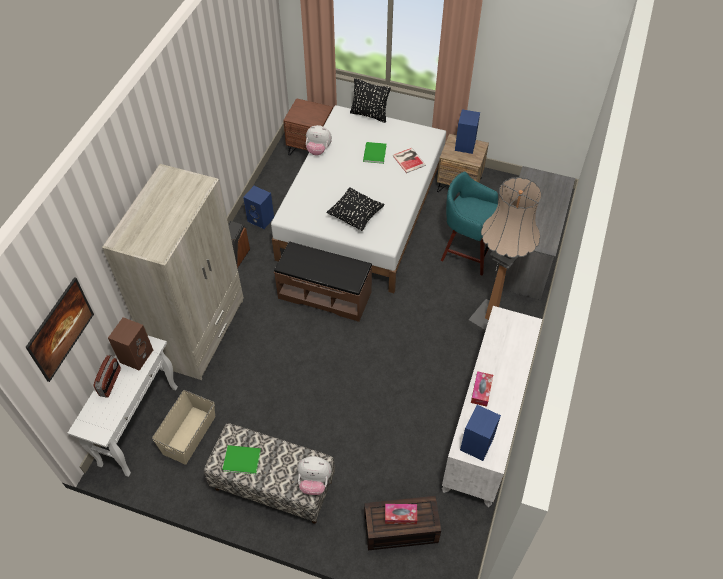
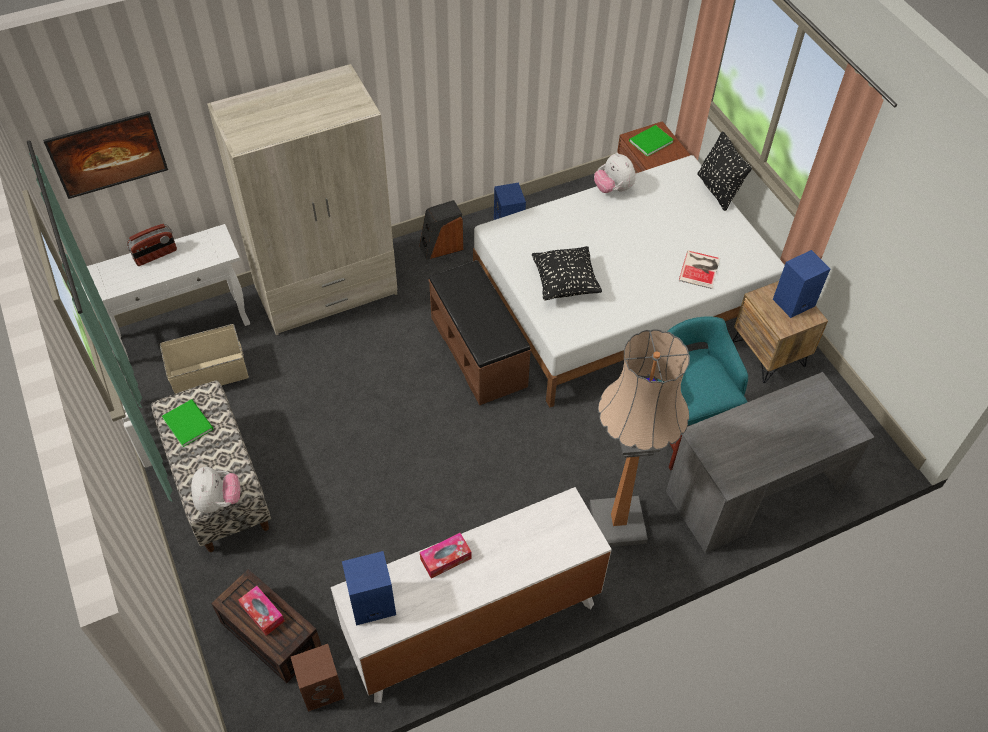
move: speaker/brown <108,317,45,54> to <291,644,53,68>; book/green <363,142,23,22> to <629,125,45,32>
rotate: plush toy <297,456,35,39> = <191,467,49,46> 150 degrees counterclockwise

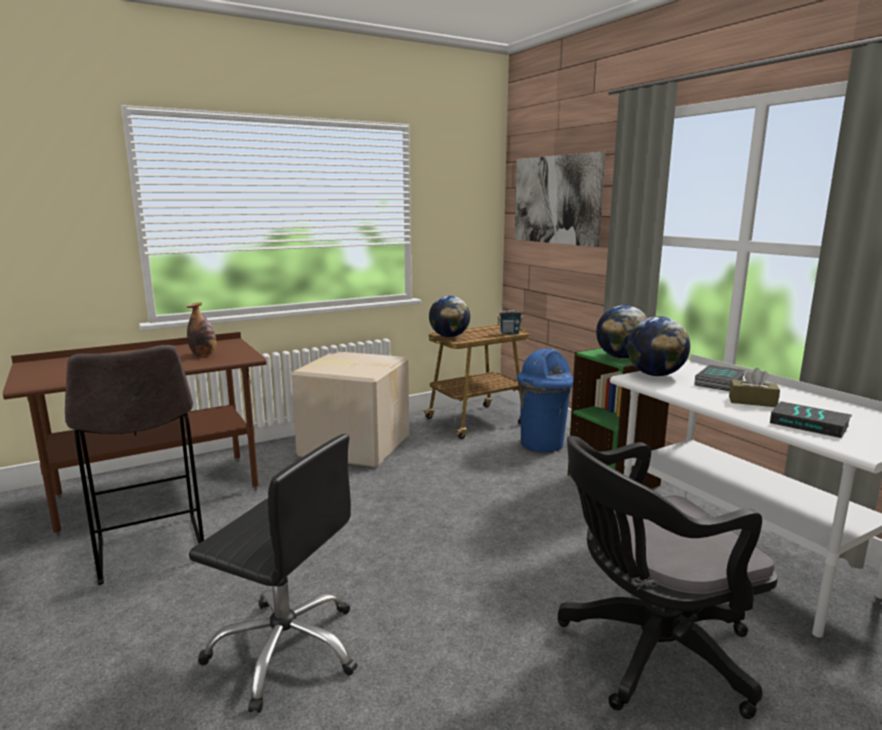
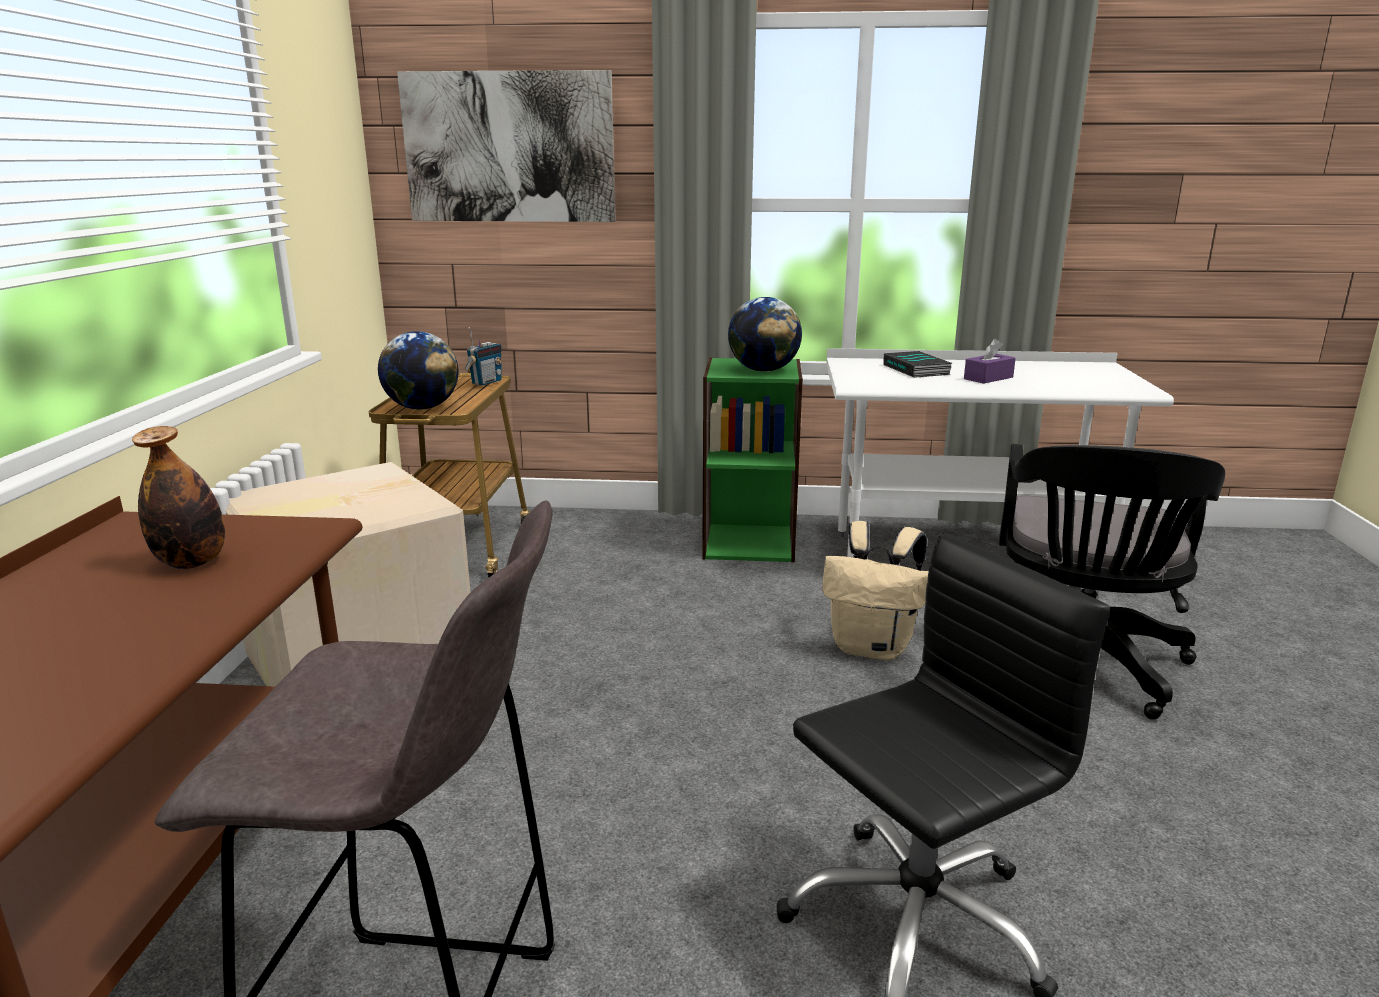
delete: trash can/blue <517,348,56,104>; globe <627,316,63,60>; book <770,401,82,37>
insert: backpack/beige <822,521,107,139>
recolor: tissue box/brown <729,368,51,39> to tissue box/purple <964,339,52,45>

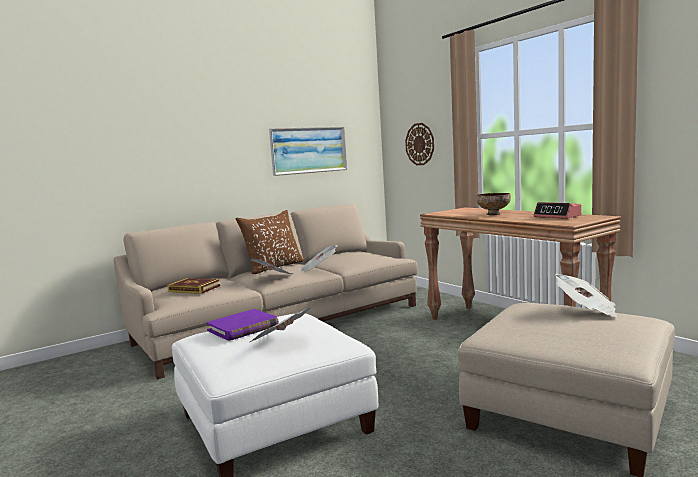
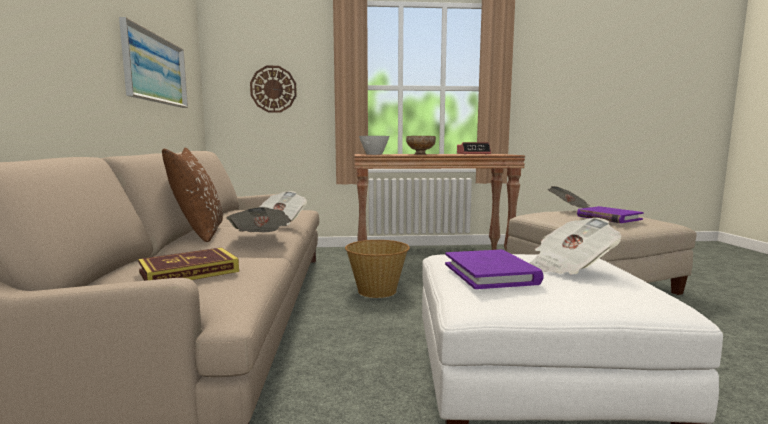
insert: basket <345,240,65,58>; bowl/white <359,136,30,19>; book/purple <577,206,67,17>

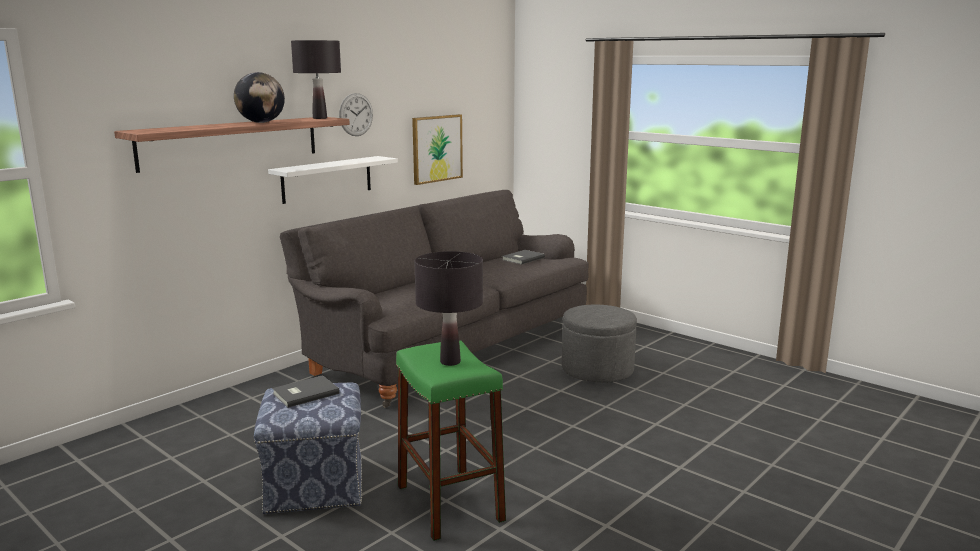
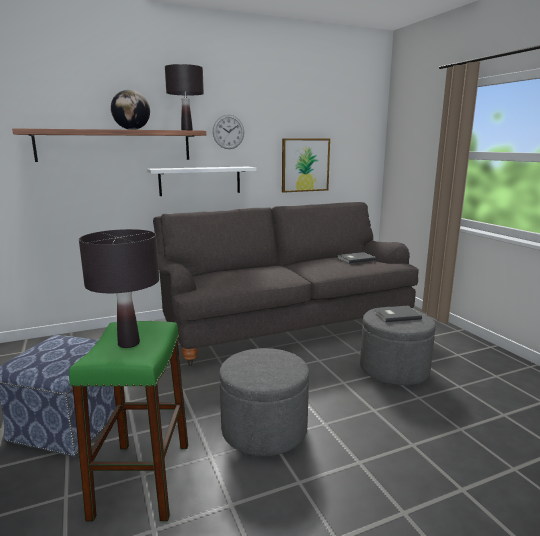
insert: ottoman/grey <219,348,90,108>
move: book/grey <272,375,68,33> to <374,306,48,16>

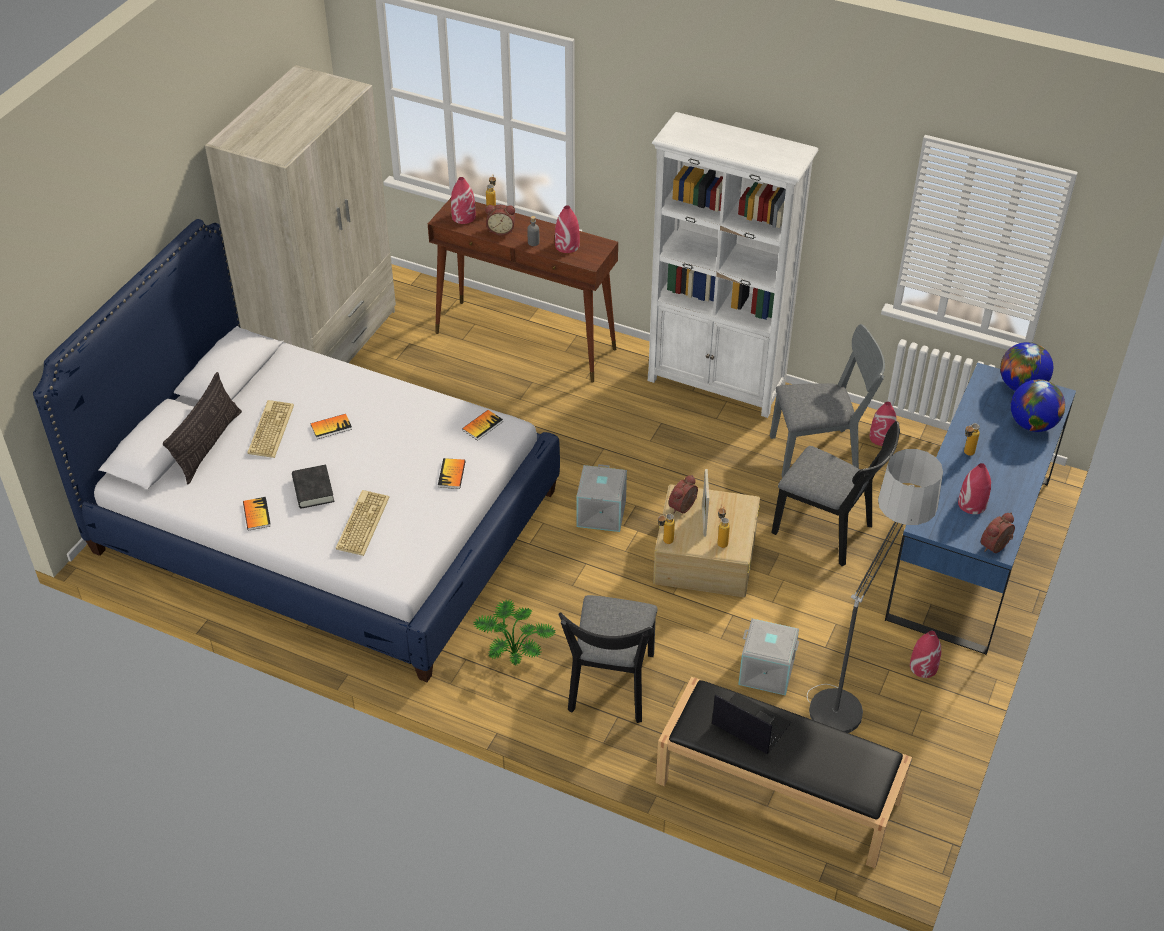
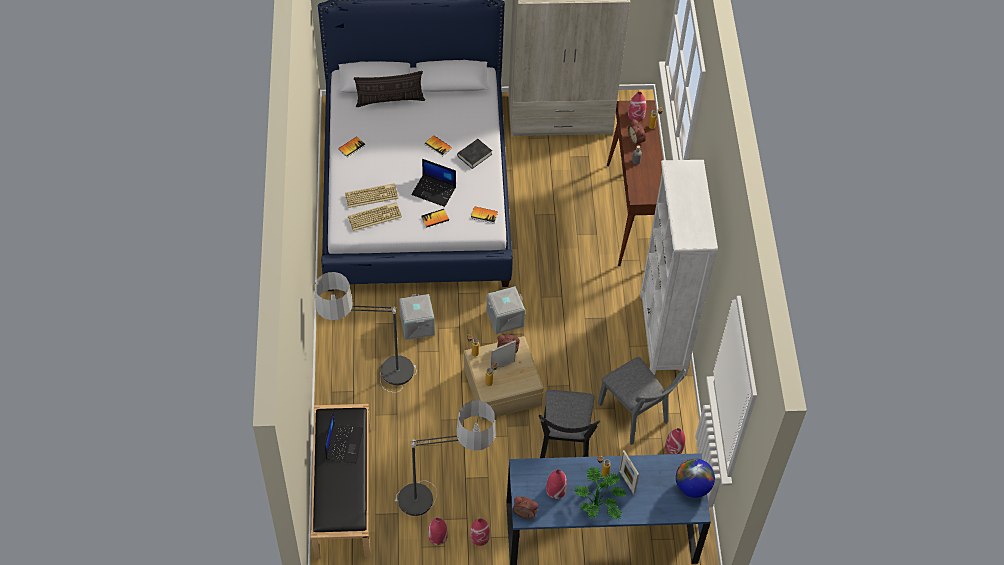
delete: globe <1011,379,54,53>
insert: laptop <411,159,45,48>; picture frame <619,450,20,44>
move: keyboard <247,400,47,58> to <348,202,54,29>; book/black <292,465,42,43> to <457,139,35,30>; potted plant <473,599,83,67> to <575,466,52,54>; vase/red <555,206,25,47> to <428,518,20,27>; storage box/grey <738,619,61,77> to <399,294,36,46>
replace: chair/black <558,595,100,128> to floor lamp <315,272,102,120>

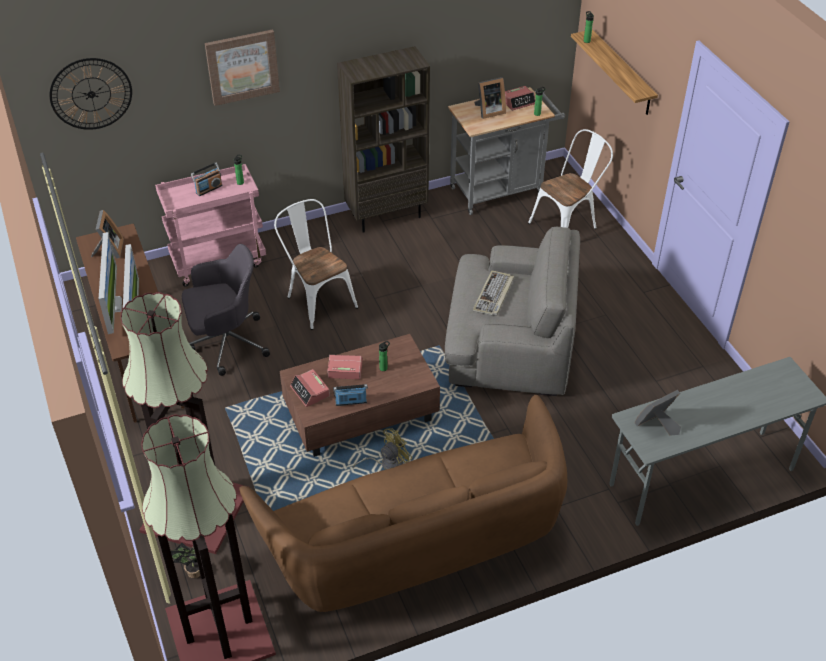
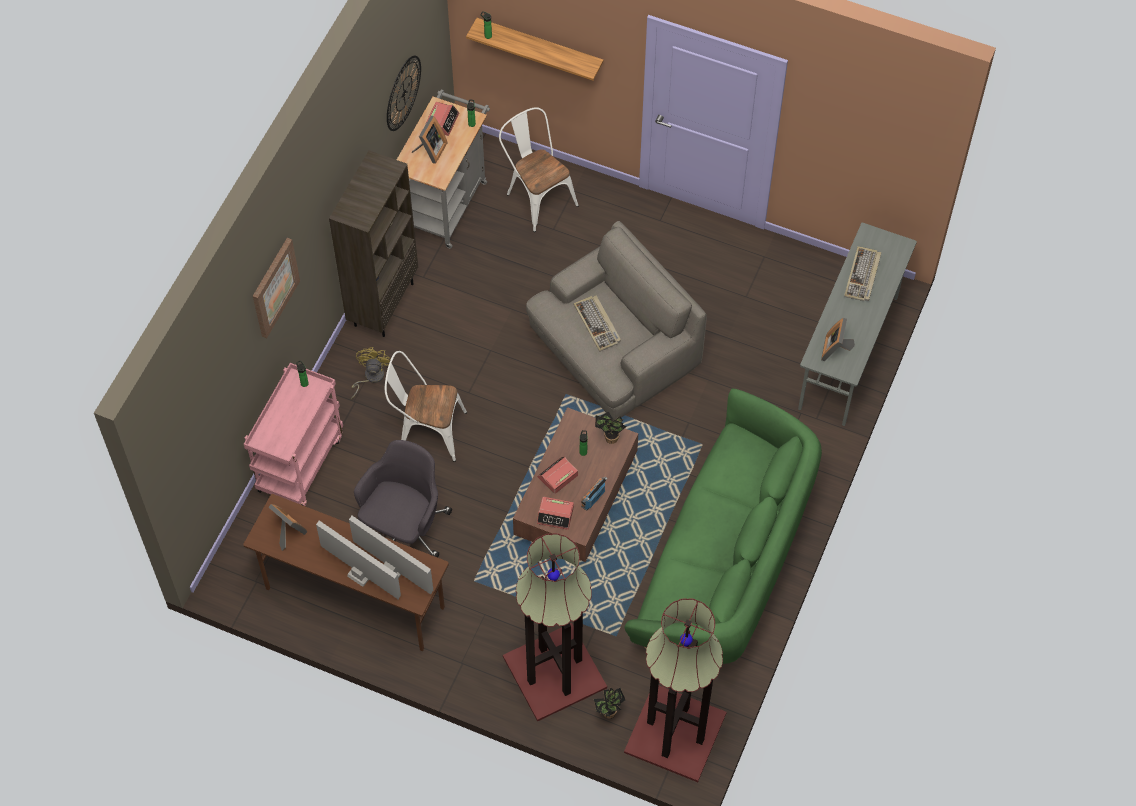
delete: radio <191,163,31,33>
insert: potted plant <595,411,32,33>; keyboard <844,246,38,55>
move: wall clock <50,58,82,72> to <387,56,34,75>; fan/yellow <353,428,59,42> to <351,347,40,52>
recolor: sofa/brown <239,395,328,217> to sofa/green <624,388,198,276>
rotate: chair/white <528,129,85,100> = <499,107,80,125> 45 degrees counterclockwise

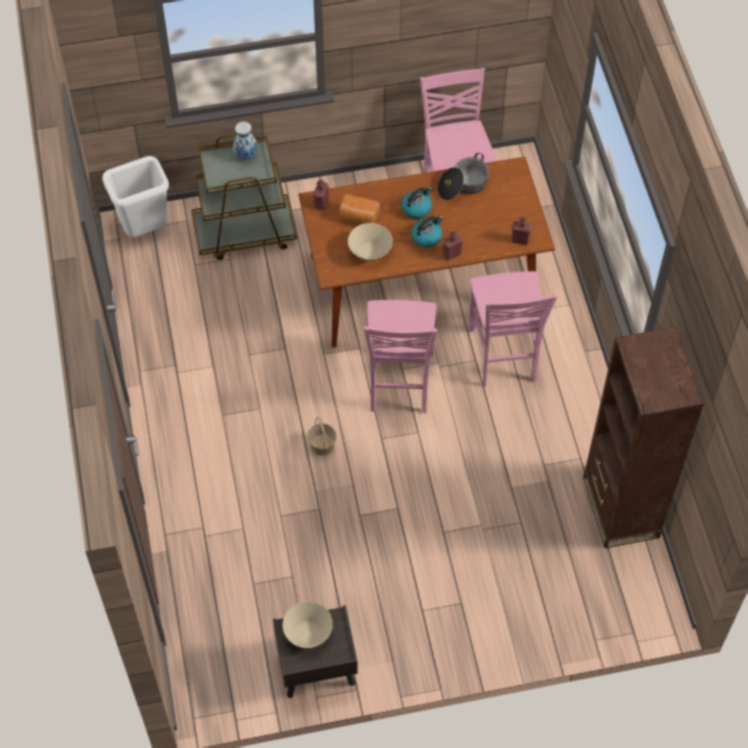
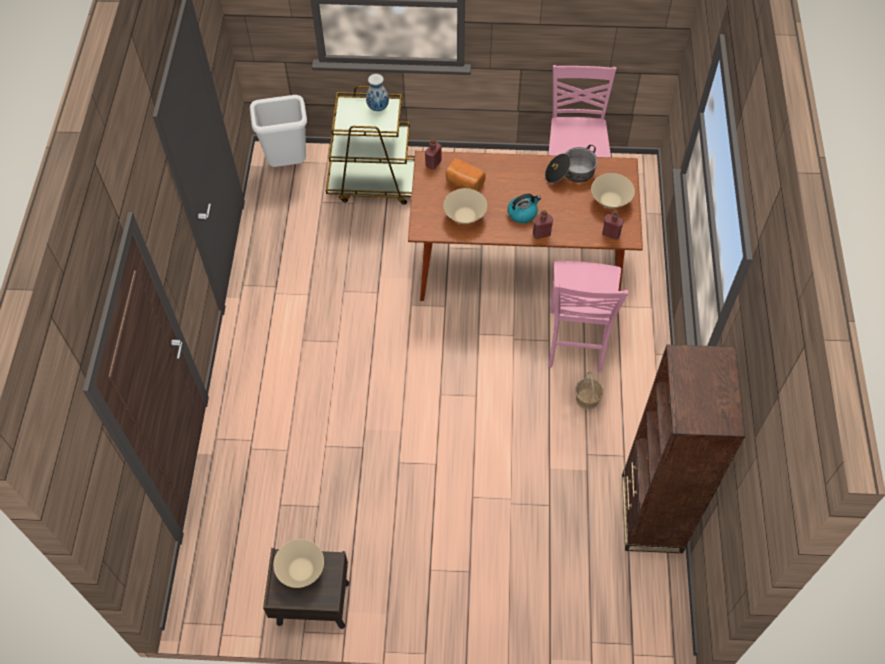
delete: chair/pink <364,300,73,113>; kettle <401,187,32,32>
insert: bowl/beige <591,173,44,36>
move: basket <307,417,30,39> to <575,372,29,38>

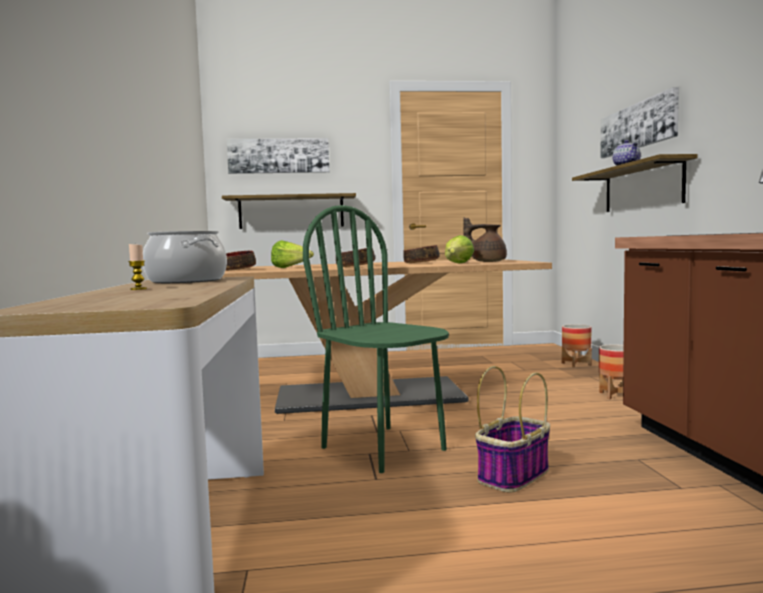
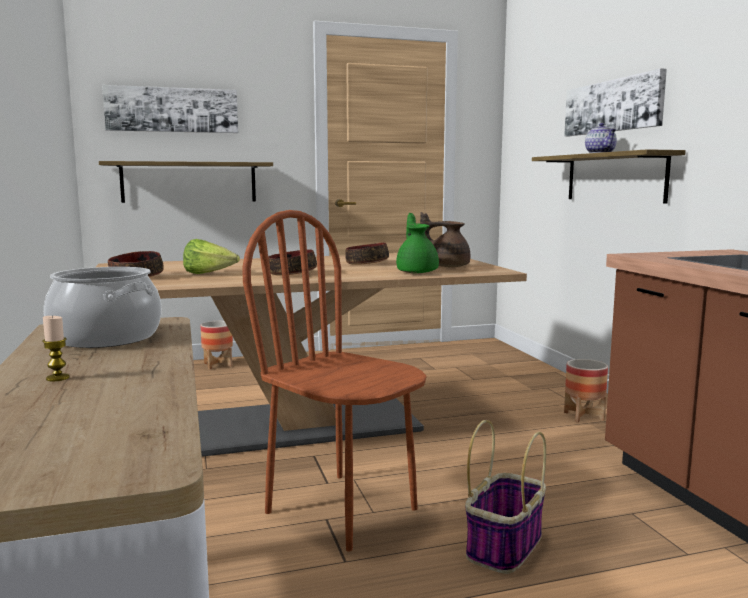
move: planter <562,324,30,43> to <201,321,32,49>
replace: lettuce <445,235,29,29> to teapot/green <396,213,43,60>
recolor: chair/green <303,205,146,268> to chair/brown <242,210,185,341>

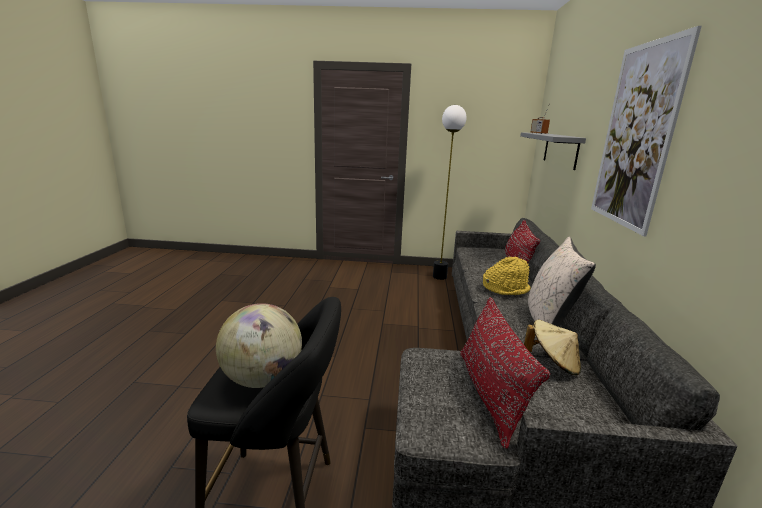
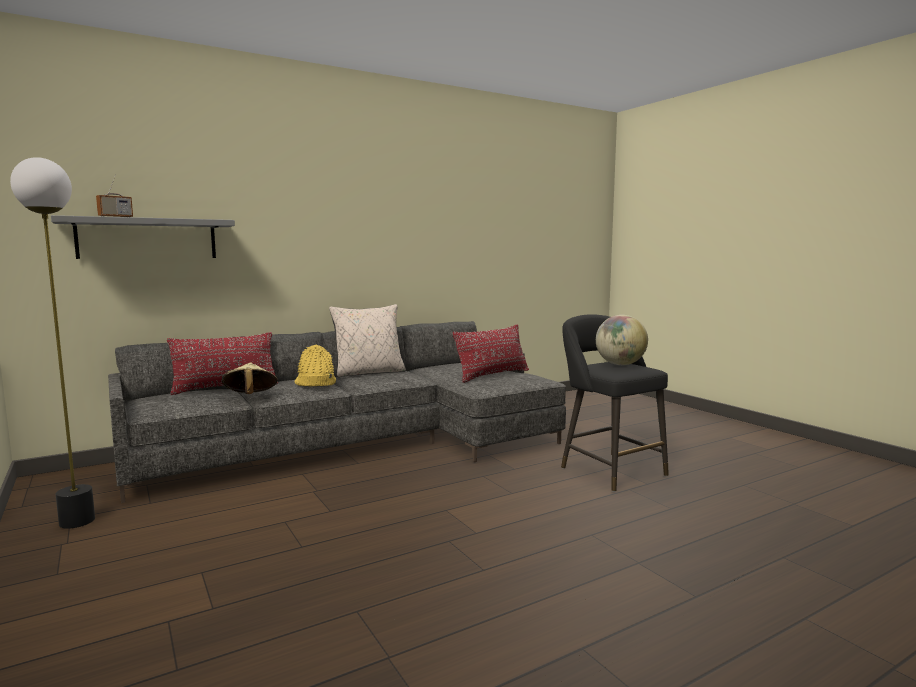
delete: picture <591,26,111,210>
move: hat/beige <524,320,57,55> to <222,362,56,32>

